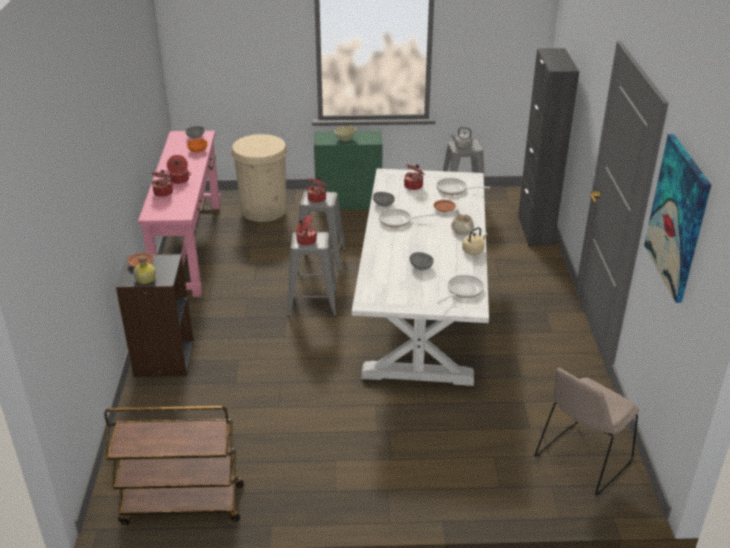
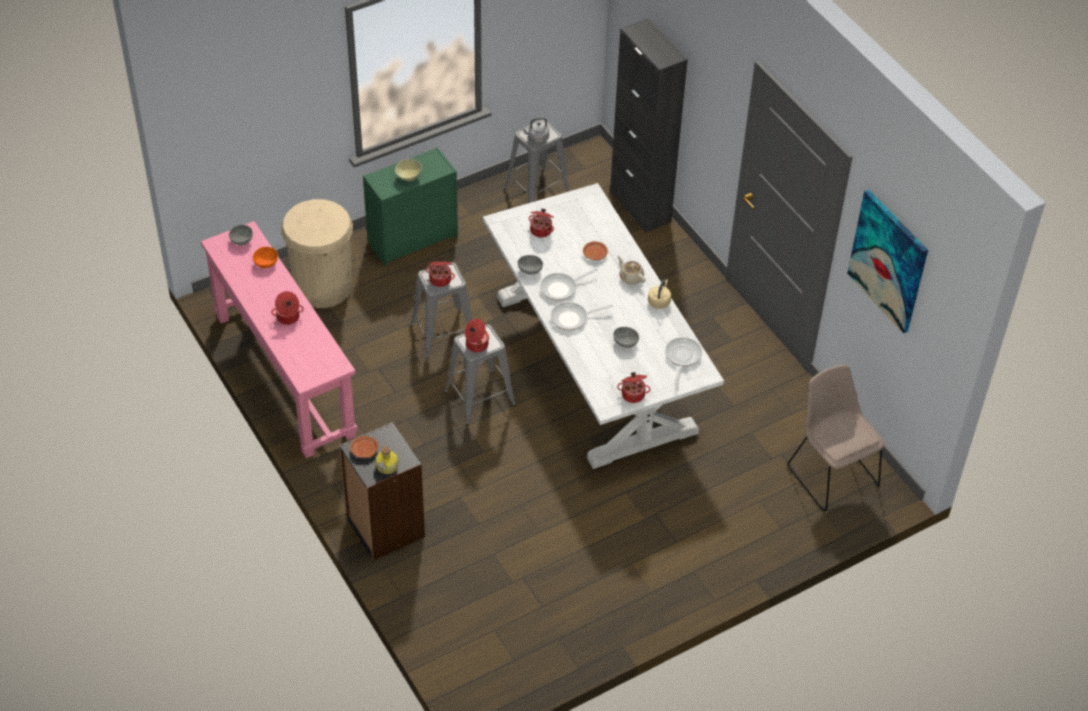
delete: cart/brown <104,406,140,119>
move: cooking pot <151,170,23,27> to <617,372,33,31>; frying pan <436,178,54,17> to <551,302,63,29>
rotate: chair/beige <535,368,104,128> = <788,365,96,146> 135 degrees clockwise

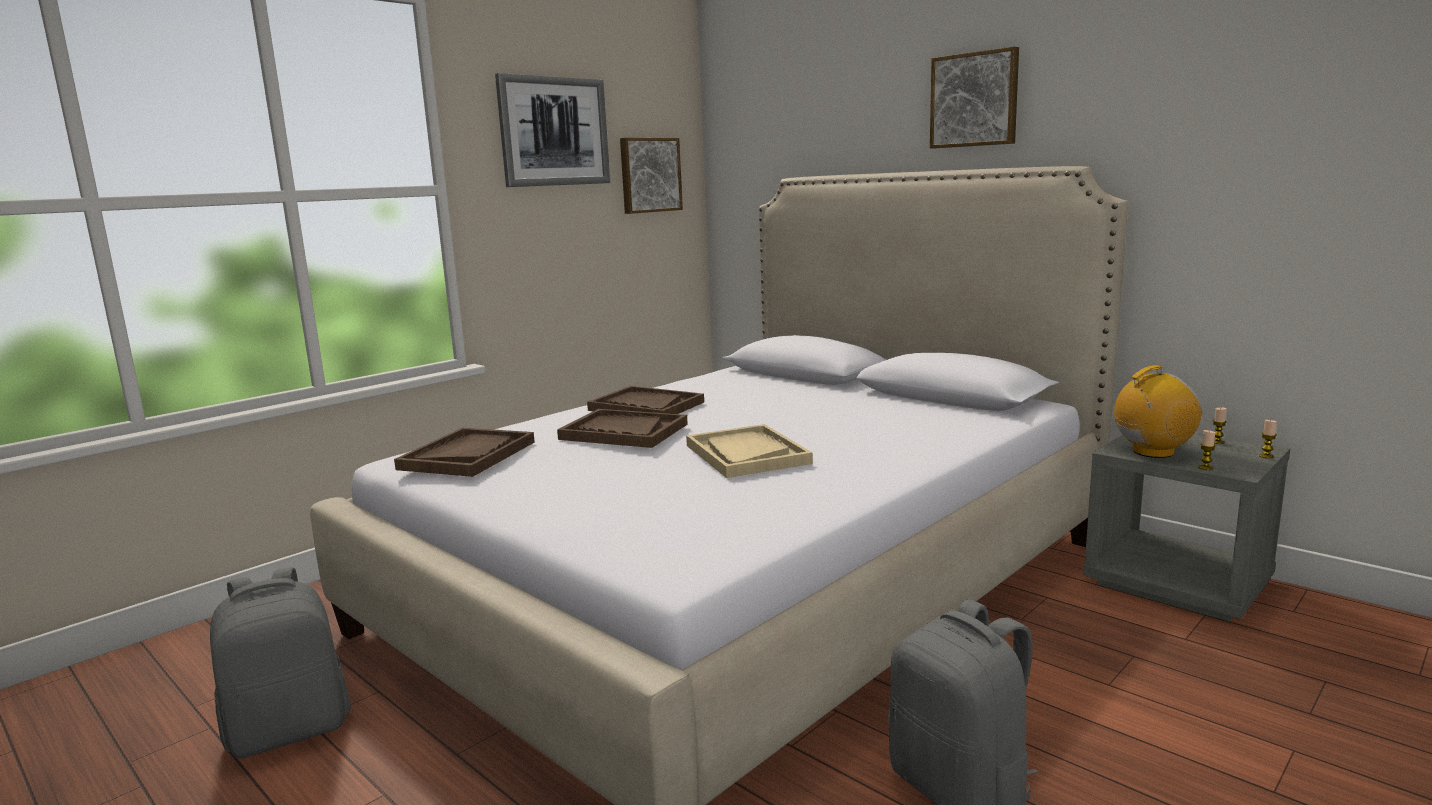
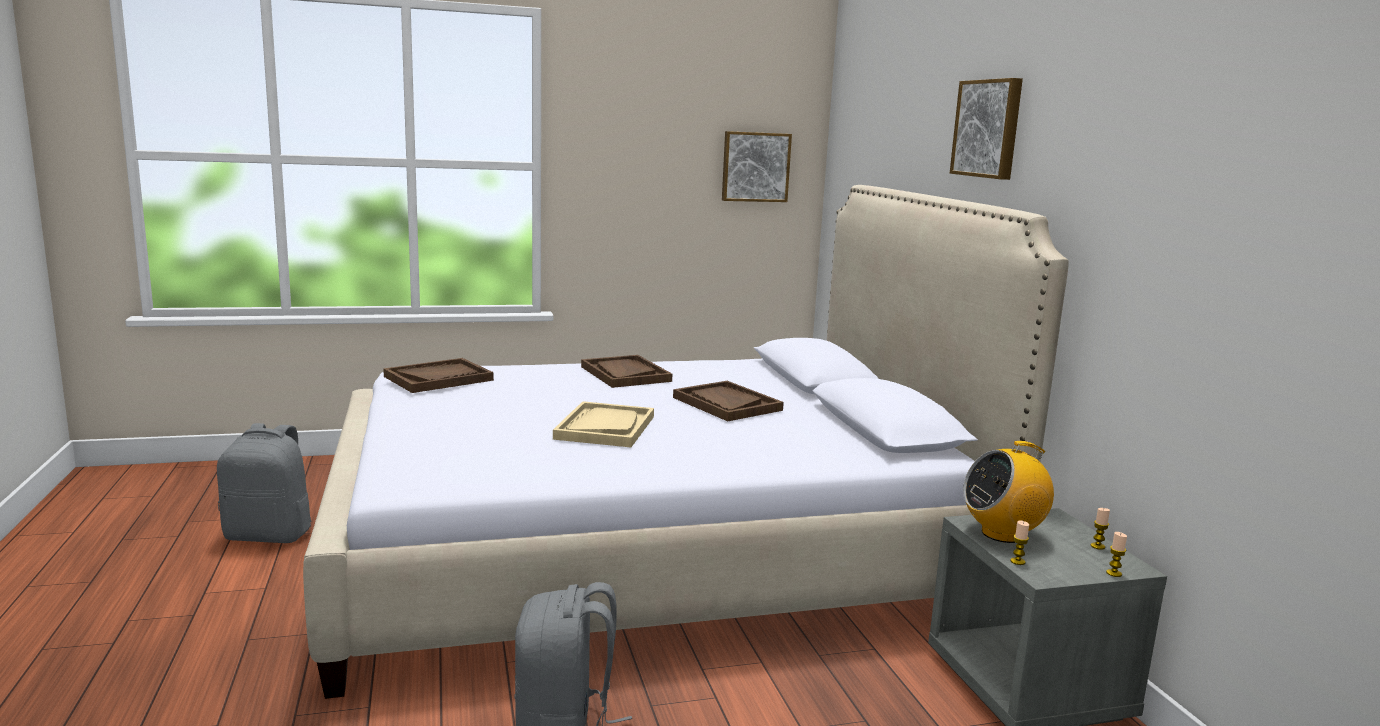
delete: picture <495,73,115,114>
move: tray/brown <557,409,131,39> to <673,381,111,40>
rotate: radio <1114,365,89,93> = <963,441,91,102> 150 degrees clockwise

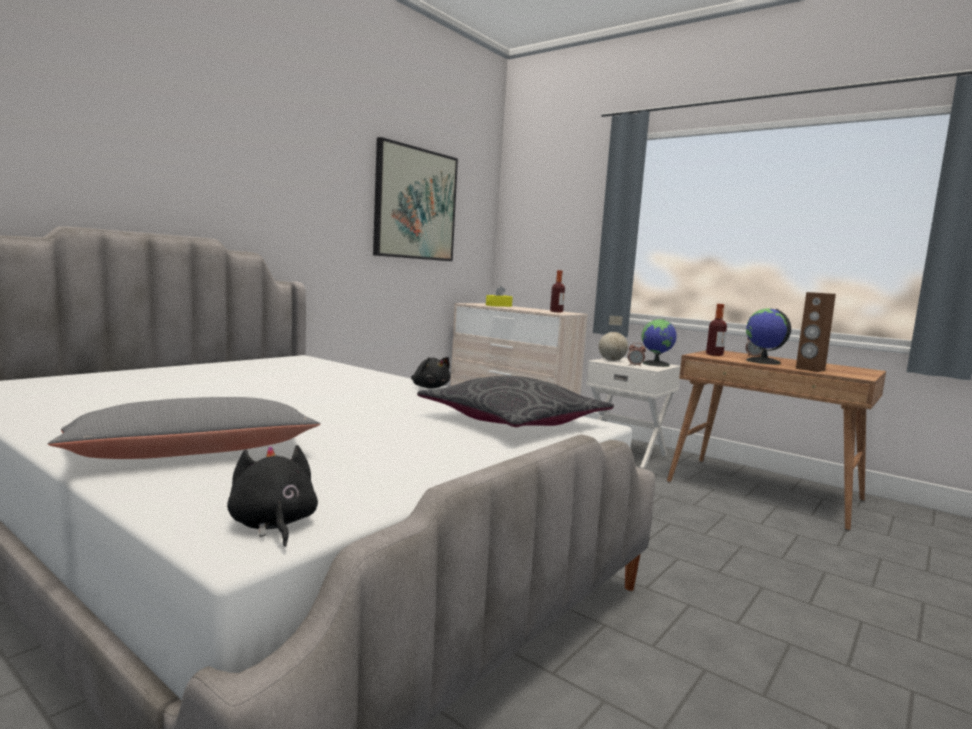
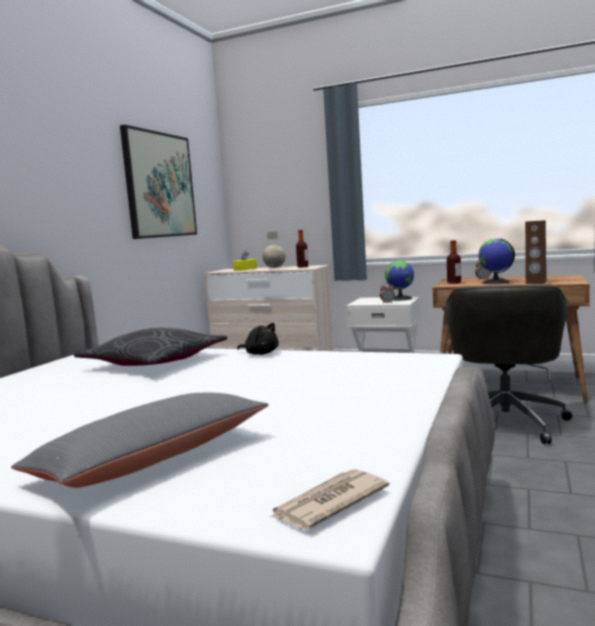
insert: office chair/grey <445,284,127,160>
move: pillow/grey <417,376,197,51> to <74,328,153,38>; globe <599,316,29,45> to <263,231,23,37>
replace: plush toy/black <227,445,91,102> to newspaper <270,469,119,61>

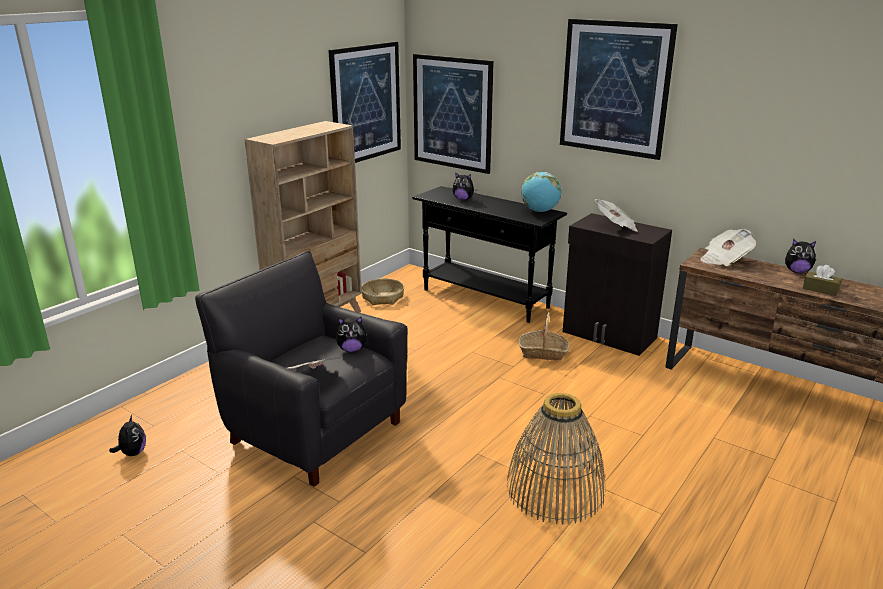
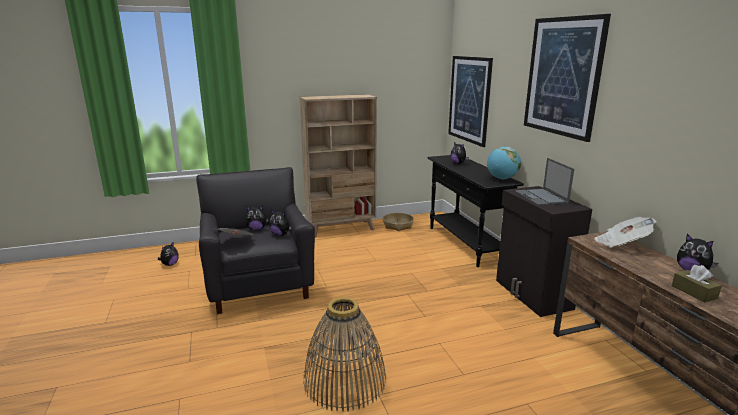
delete: picture <328,42,73,121>; basket <519,312,50,49>
insert: plush toy <246,206,23,24>
replace: newspaper <595,199,43,33> to laptop <515,158,59,48>

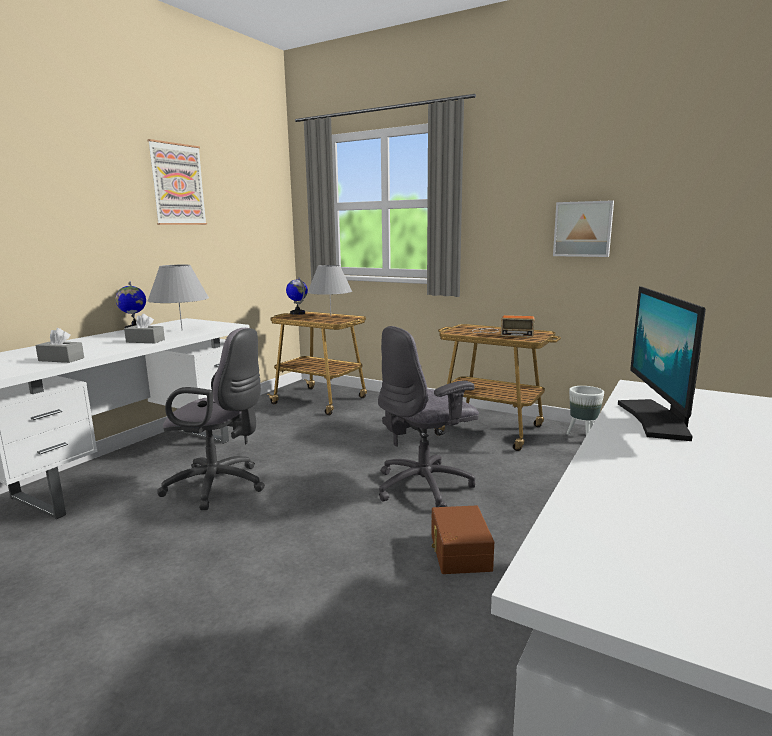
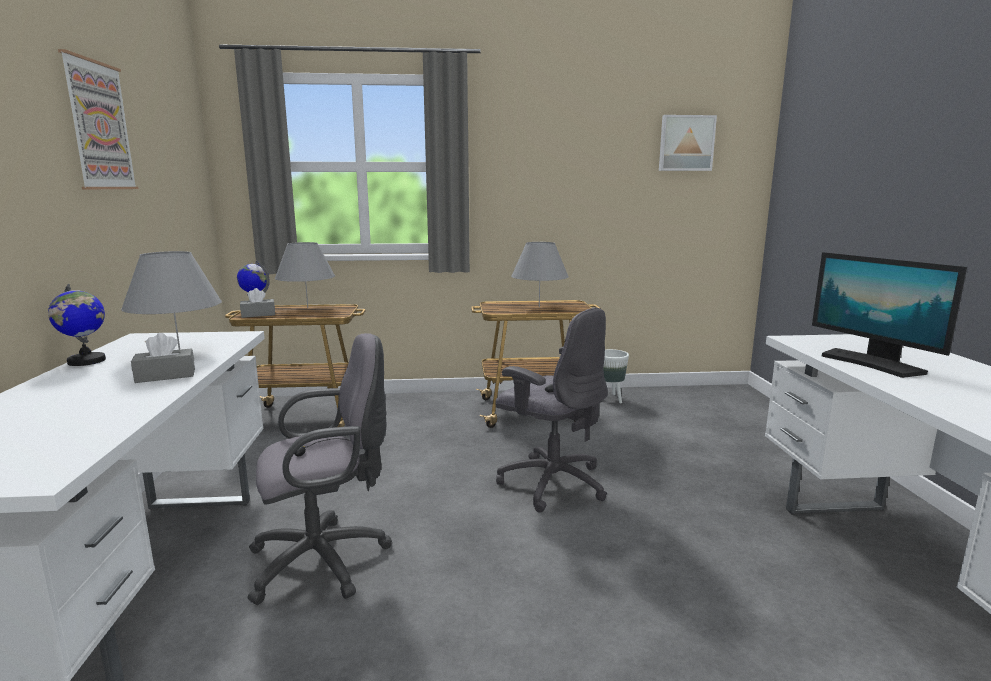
delete: storage box/brown <431,505,63,69>
move: tissue box/grey <35,328,49,35> to <240,288,35,30>; picture <553,200,61,57> to <659,115,58,56>
replace: radio <472,315,62,22> to table lamp/grey <511,242,58,65>
rotate: office chair/grey <378,326,101,181> = <496,308,112,205> 75 degrees counterclockwise

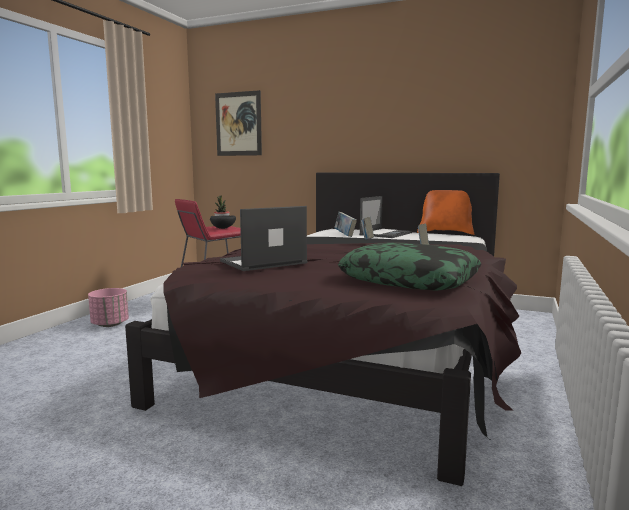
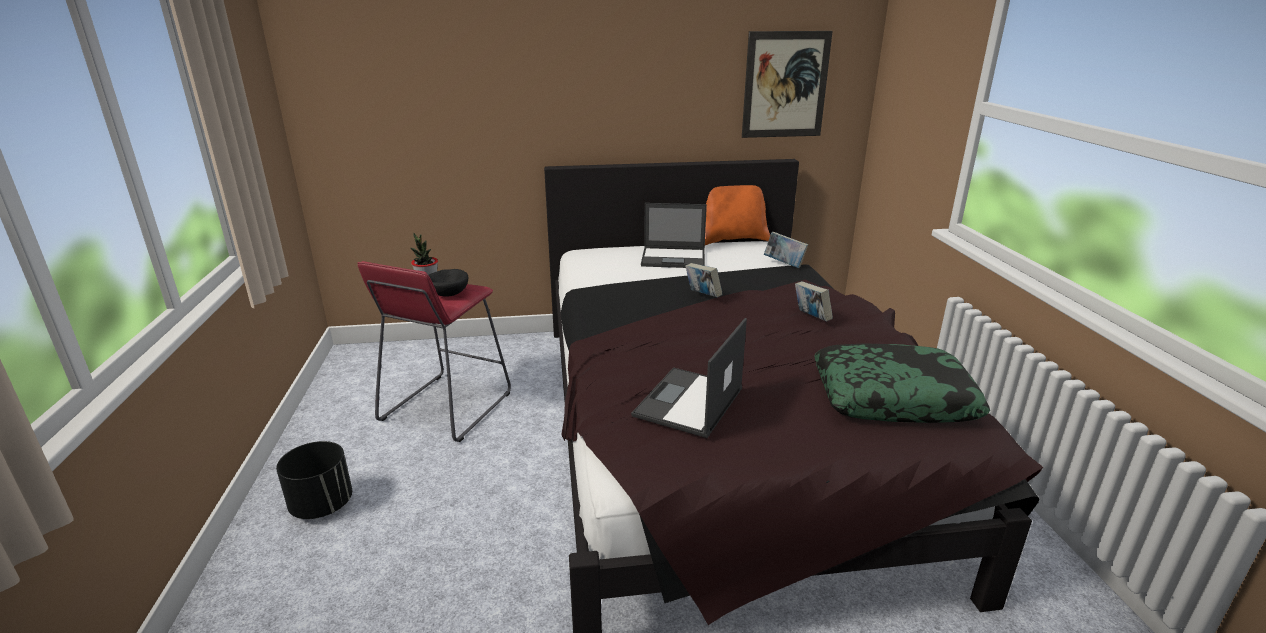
move: picture <215,90,47,66> to <742,31,91,107>; book <334,212,23,25> to <764,232,44,36>
recolor: planter/pink <88,288,41,39> to planter/black <276,441,76,78>
rotate: laptop <359,196,53,42> = <641,203,66,65> 90 degrees clockwise

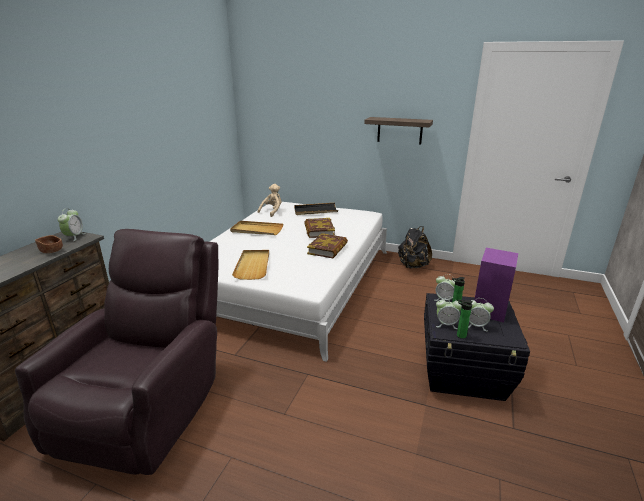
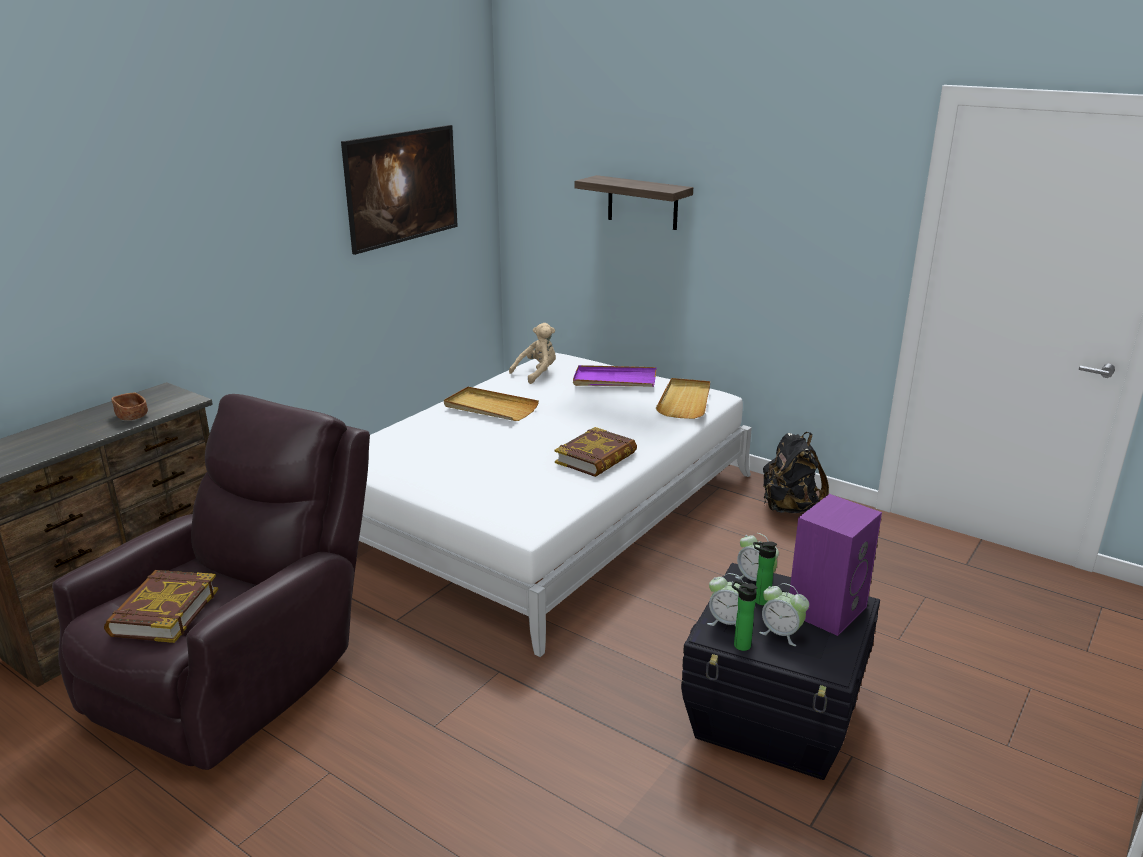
delete: alarm clock <58,208,28,33>
insert: picture <341,125,117,130>
move: tray/beige <232,250,37,30> to <656,378,54,41>; book <304,218,31,20> to <104,570,114,73>; shelf <364,117,69,28> to <575,175,118,55>
recolor: tray/black <294,203,44,12> to tray/purple <573,365,83,22>

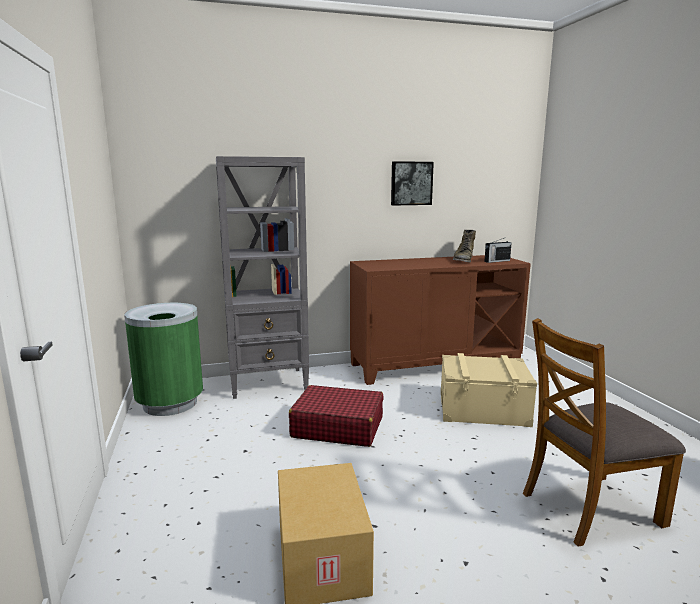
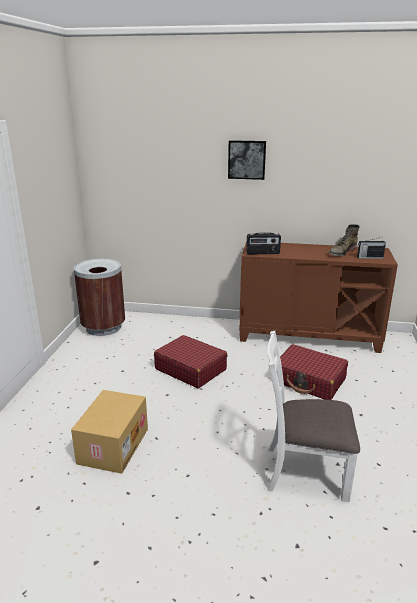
delete: bookcase/grey <216,156,93,243>
insert: radio <246,233,35,22>
move: picture <391,161,43,45> to <228,140,38,40>
replace: storage box/beige <441,353,96,74> to suitcase/red <280,344,68,56>
recolor: trash can/green <124,303,79,113> to trash can/brown <74,259,51,77>; chair/brown <523,318,163,229> to chair/white <267,331,93,171>

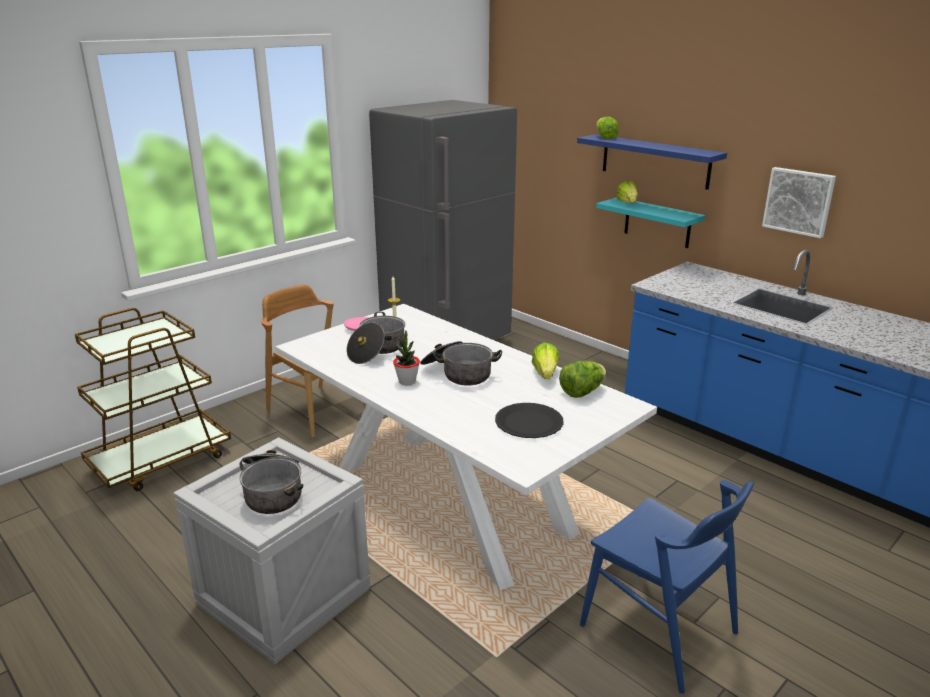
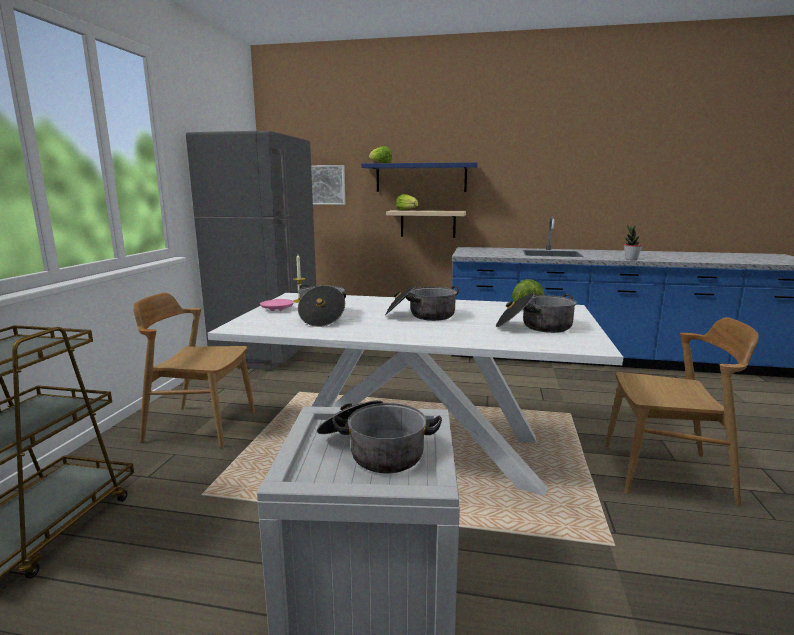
delete: lettuce <532,342,28,37>
move: potted plant <393,330,27,55> to <624,225,19,35>; picture <762,167,74,71> to <311,165,34,40>
replace: plate/black <495,403,69,35> to cooking pot <496,293,81,40>
recolor: chair/blue <580,480,174,214> to chair/brown <605,317,154,189>; shelf/turquoise <596,198,109,50> to shelf/beige <386,210,80,28>

